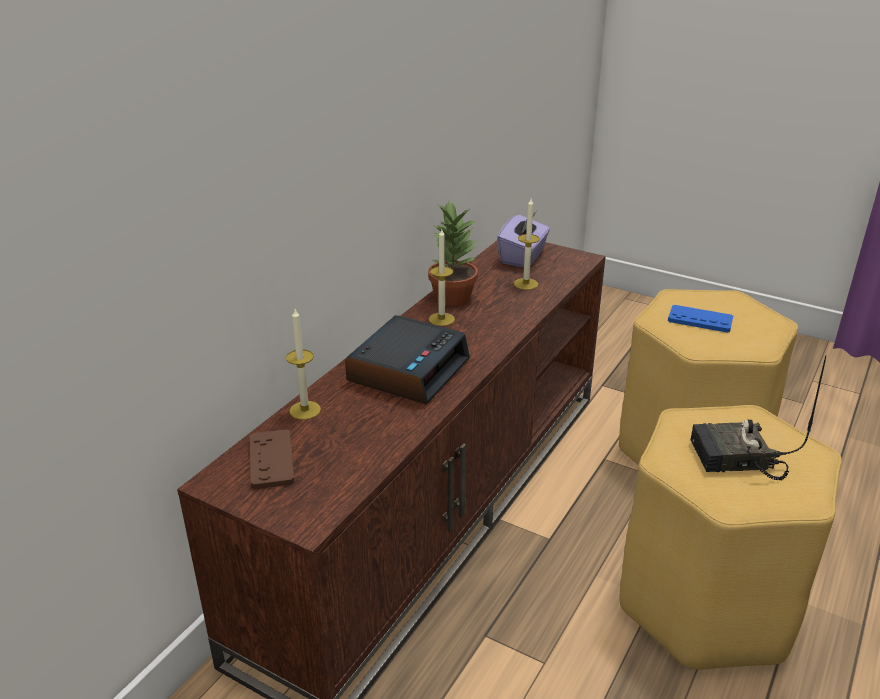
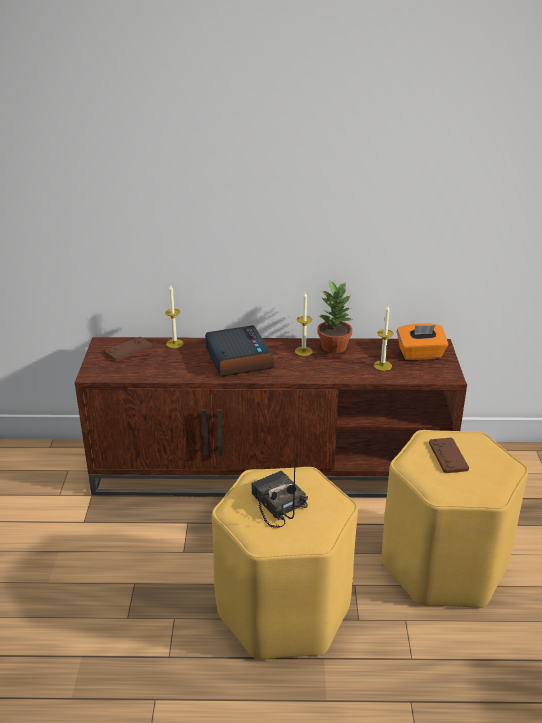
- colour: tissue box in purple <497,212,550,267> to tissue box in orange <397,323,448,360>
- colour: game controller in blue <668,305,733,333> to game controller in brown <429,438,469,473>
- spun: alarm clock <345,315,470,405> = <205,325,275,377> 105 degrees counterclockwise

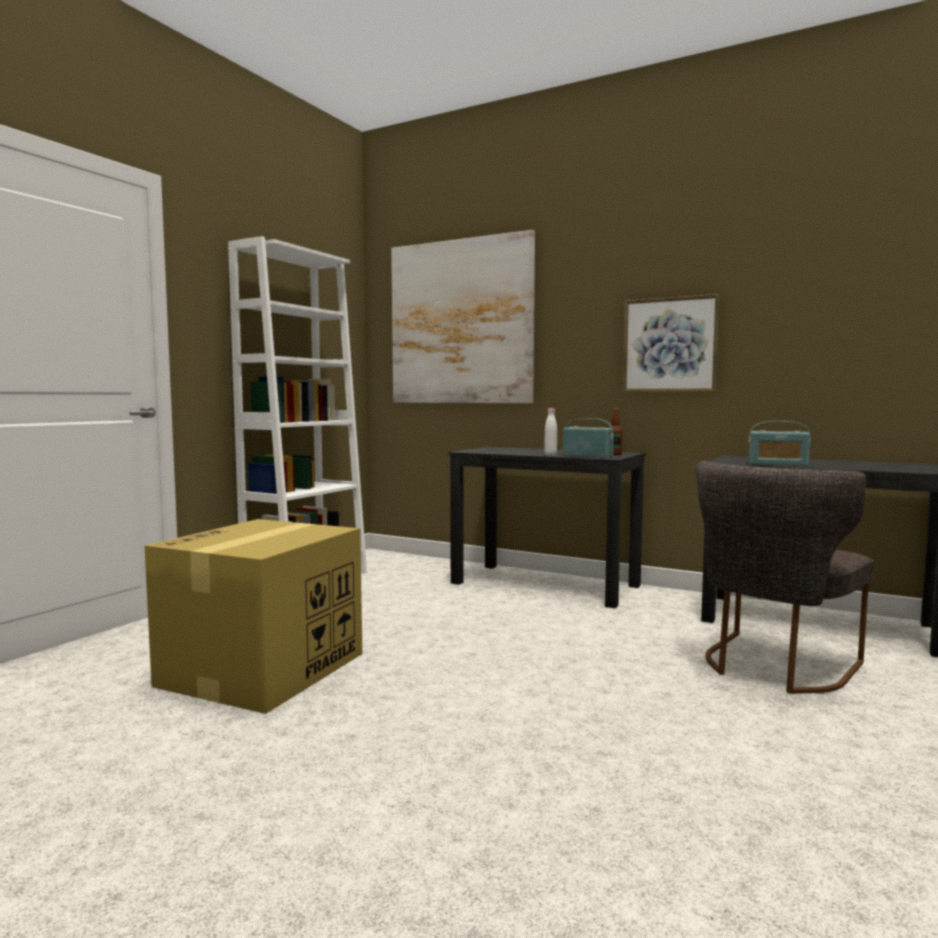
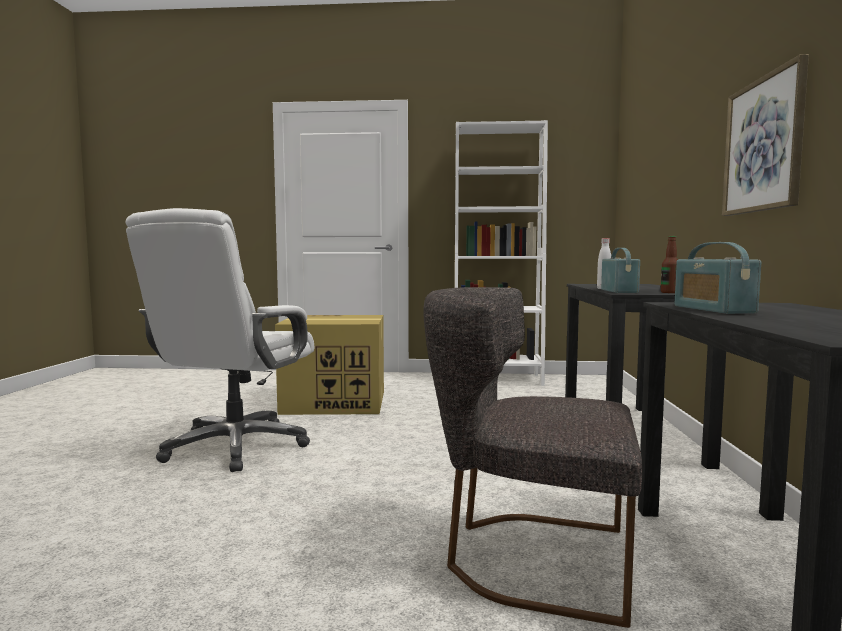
- missing: picture <391,230,535,403>
- appeared: office chair in white <126,208,314,472>

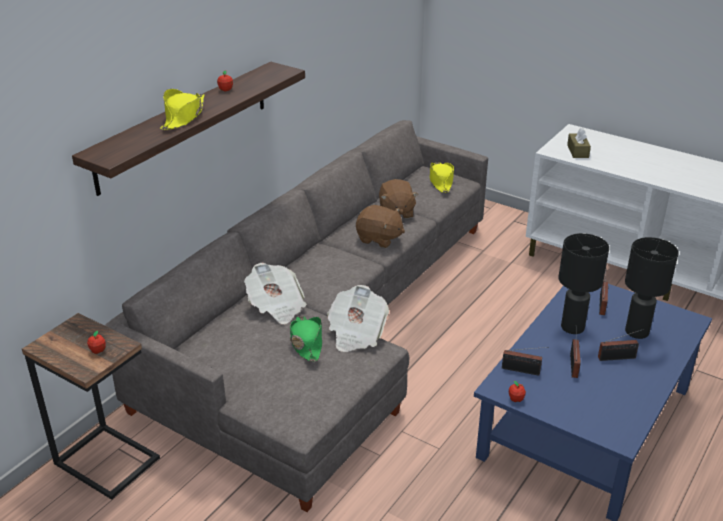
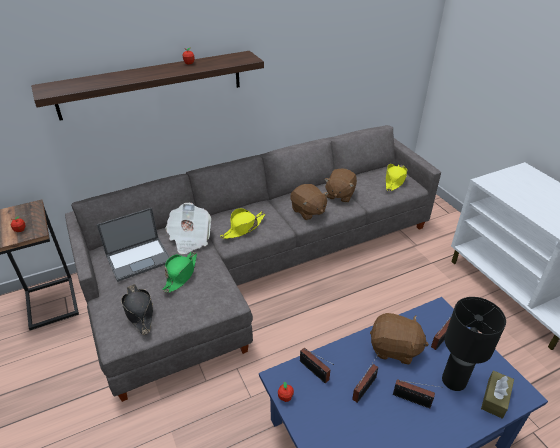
- missing: newspaper <327,285,389,352>
- appeared: laptop <96,208,170,282>
- appeared: hat in black <121,284,153,335>
- relocated: hat in yellow <160,89,205,130> to <220,208,266,239>
- relocated: tissue box in brown <567,128,591,158> to <481,371,514,419>
- exchanged: table lamp in black <559,233,609,334> to plush toy in brown <370,313,429,365>

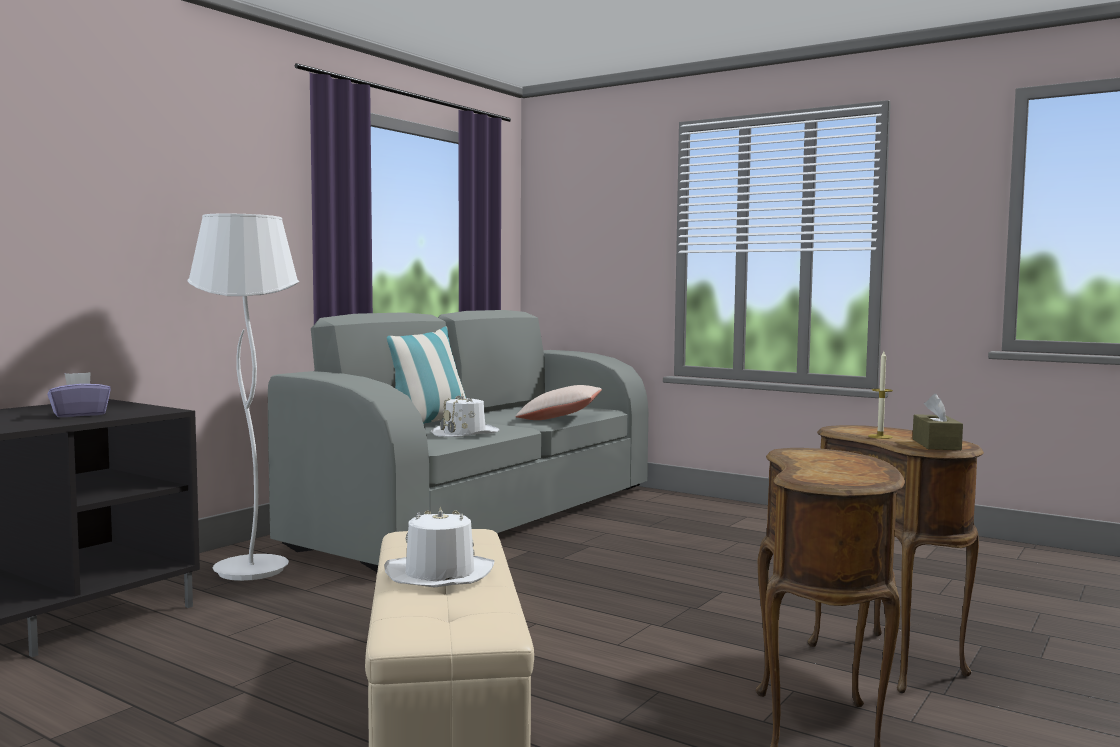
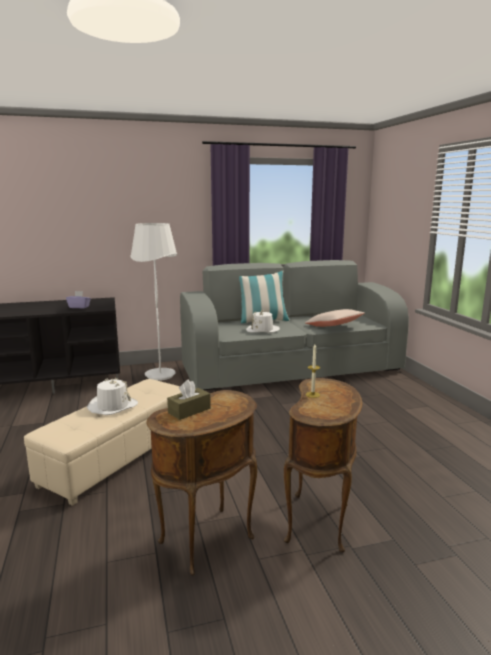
- relocated: tissue box in brown <912,394,963,450> to <167,379,211,420>

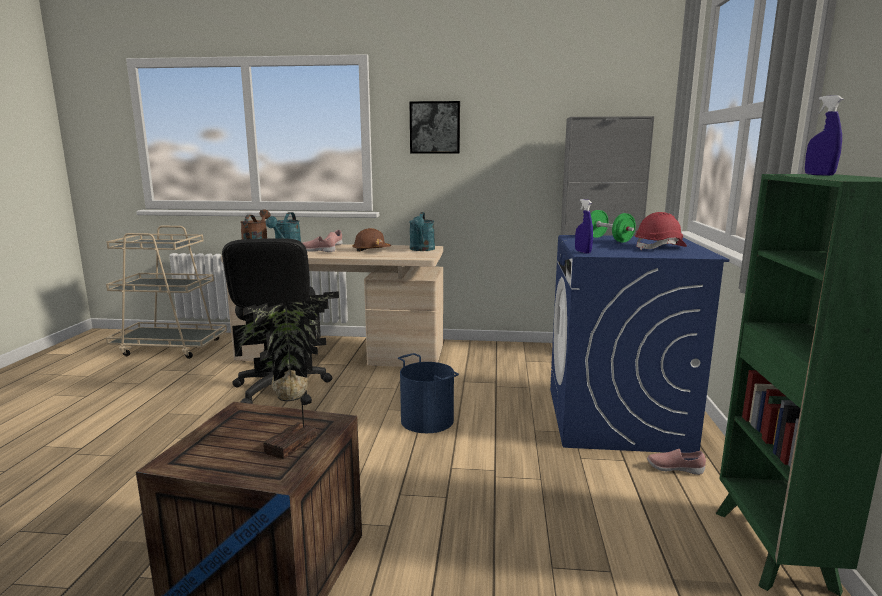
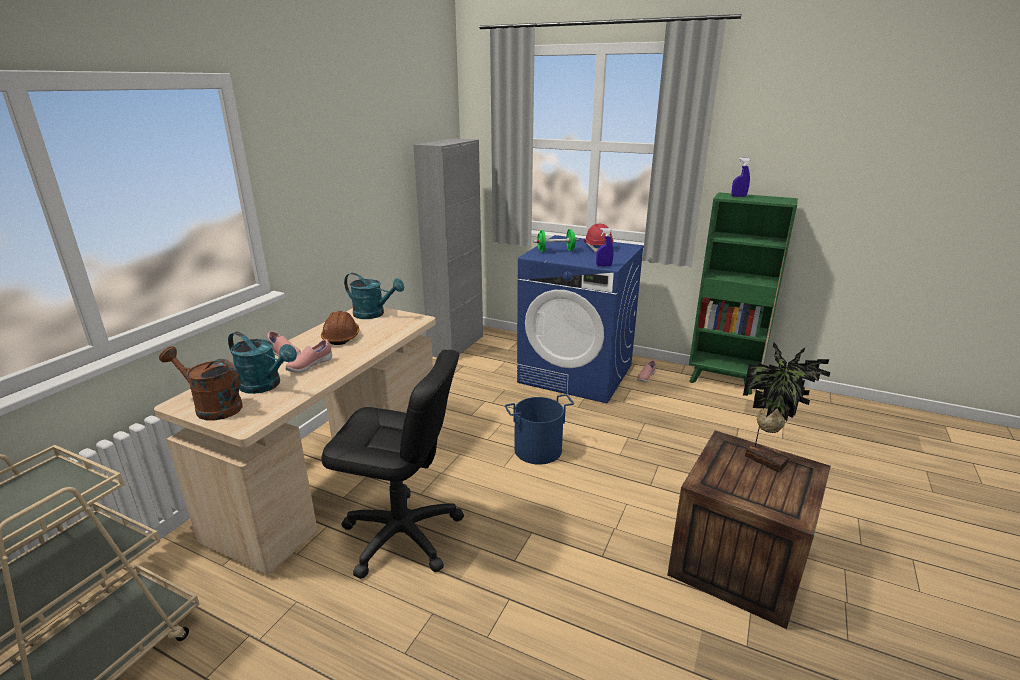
- missing: picture <410,101,460,153>

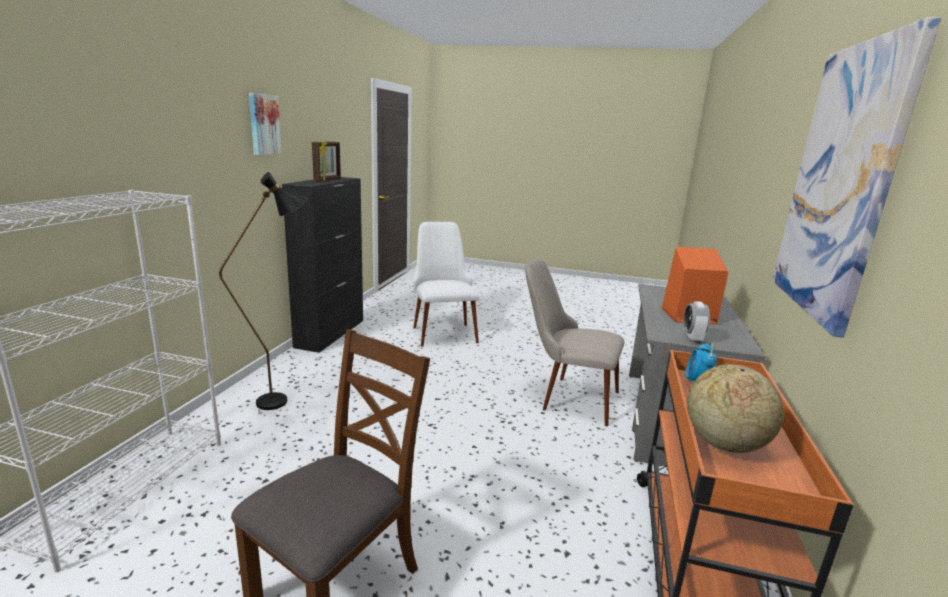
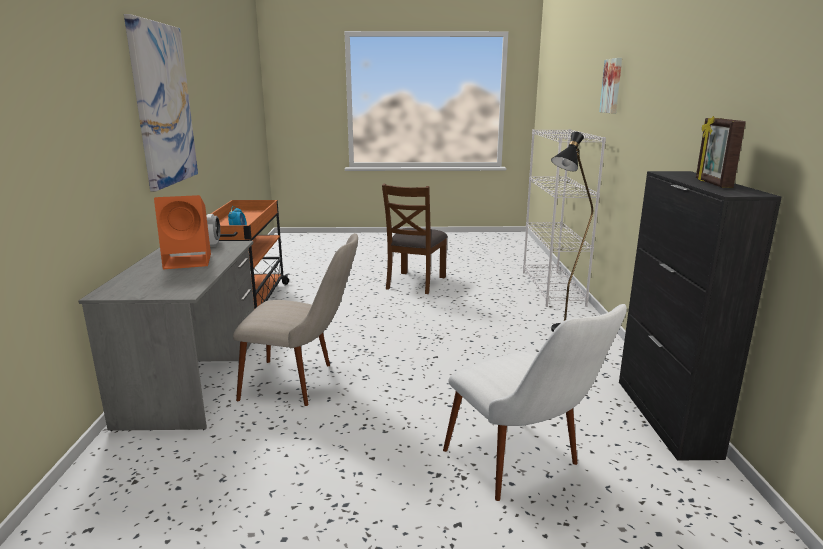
- missing: globe <687,364,784,453>
- relocated: picture <249,93,282,155> to <599,58,622,113>

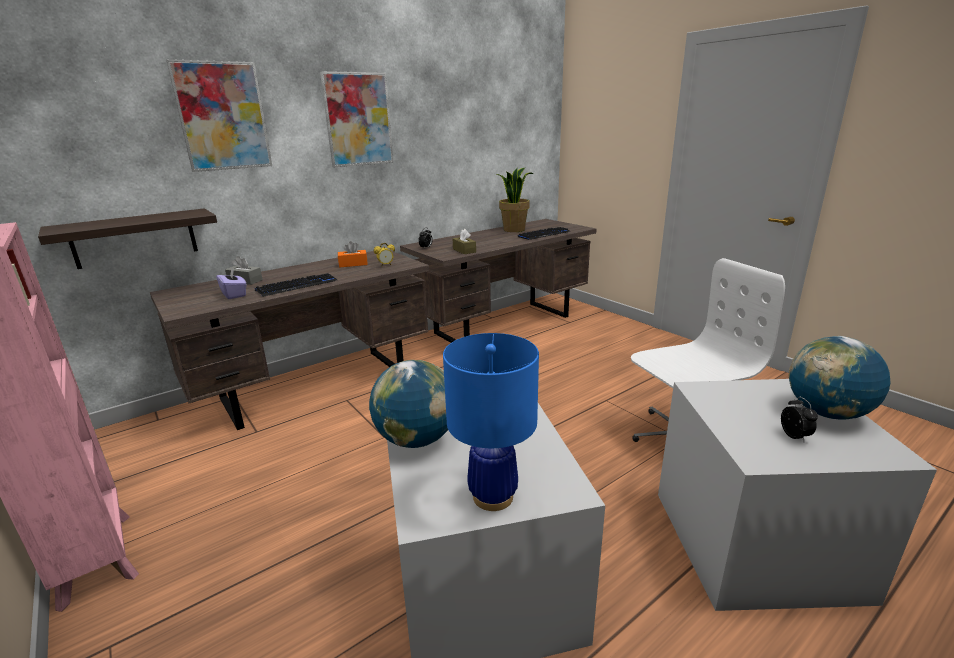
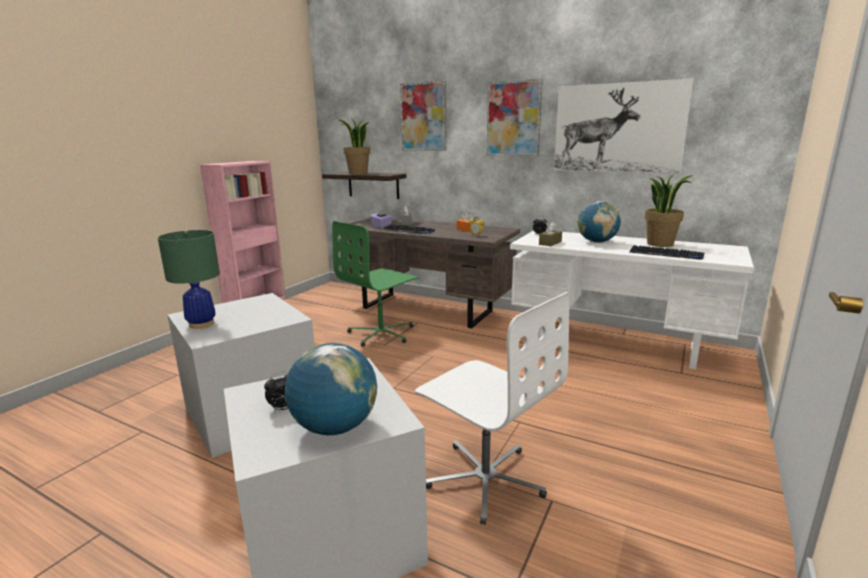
- appeared: office chair in green <332,221,419,347>
- appeared: potted plant <338,119,370,174>
- appeared: picture <554,79,694,173>
- relocated: globe <369,360,448,448> to <577,201,621,243>
- colour: desk in brown <400,219,597,343> to desk in white <510,230,754,370>
- colour: table lamp in blue <443,333,539,511> to table lamp in green <158,230,220,329>

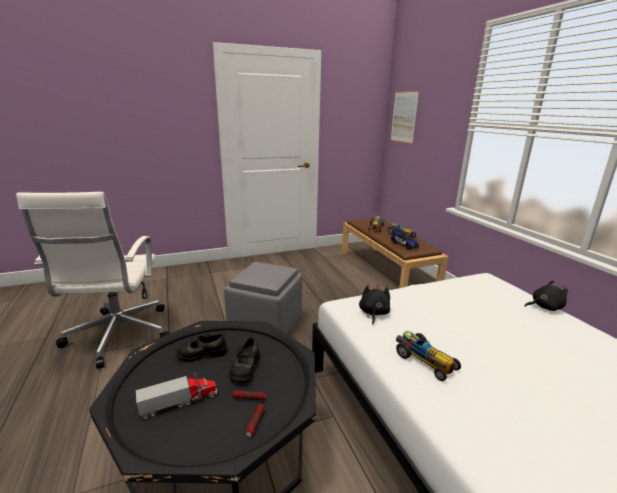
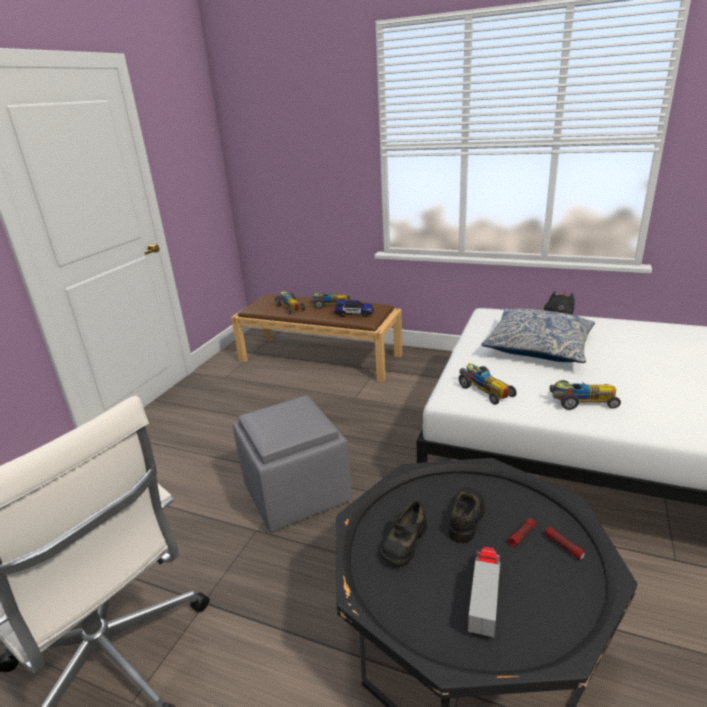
- missing: picture <391,91,419,144>
- appeared: pillow <481,309,595,363>
- exchanged: plush toy in black <359,284,390,324> to toy car <459,363,517,405>
- spun: shoe in black <229,337,259,383> = <449,487,485,544> 120 degrees counterclockwise

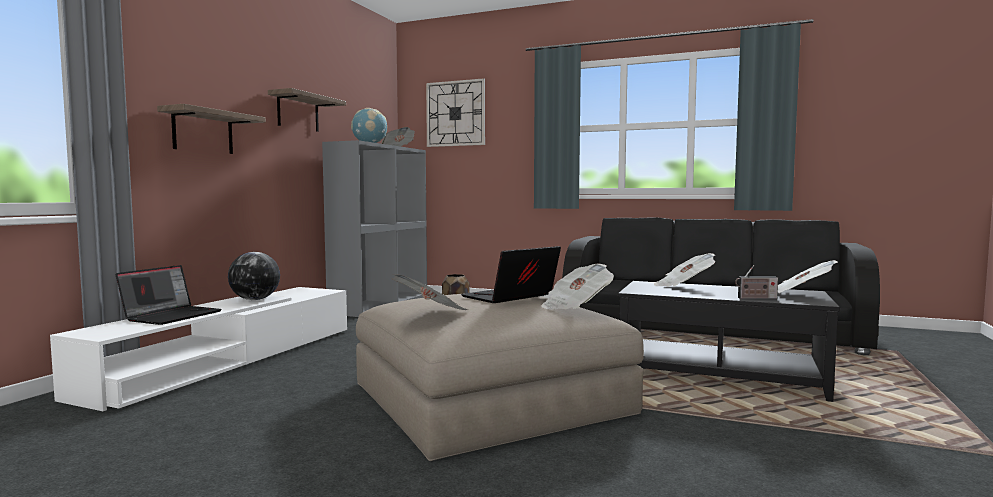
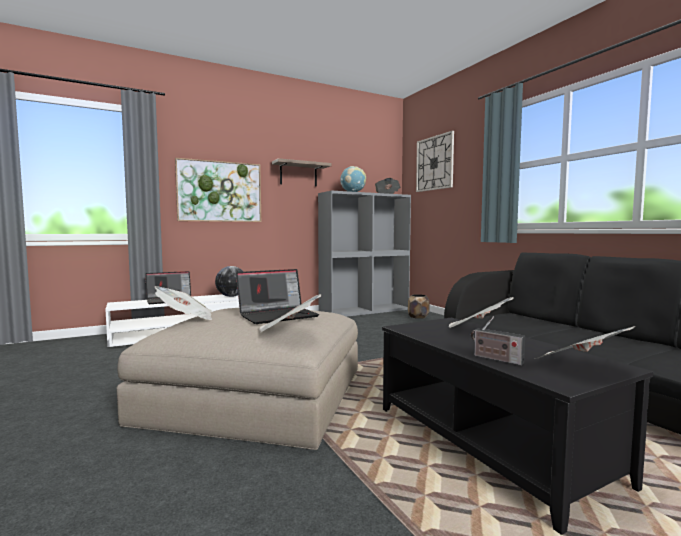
- exchanged: shelf <157,104,266,154> to picture <175,158,261,222>
- spun: laptop <461,246,561,303> = <236,269,319,324> 150 degrees clockwise

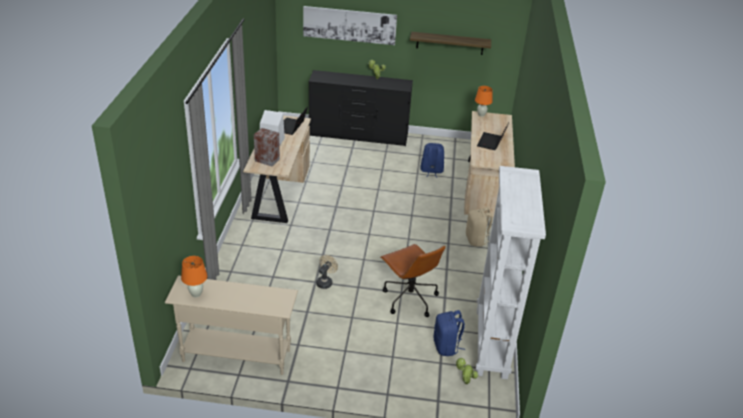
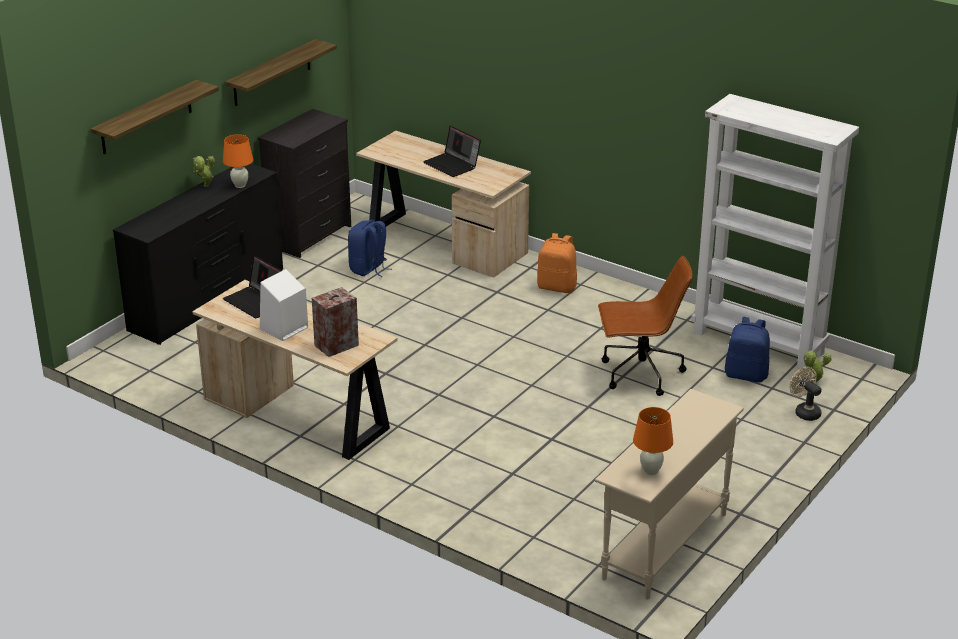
- appeared: dresser in black <257,109,351,258>
- relocated: fan in beige <316,255,338,289> to <789,367,822,421>
- relocated: table lamp in orange <475,86,492,117> to <223,134,253,188>
- exchanged: picture <303,6,397,45> to shelf <91,80,219,154>
- colour: backpack in beige <466,207,493,247> to backpack in orange <537,233,577,293>

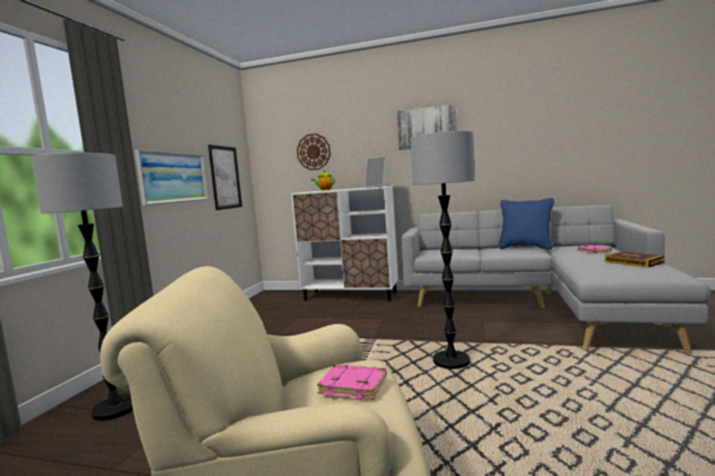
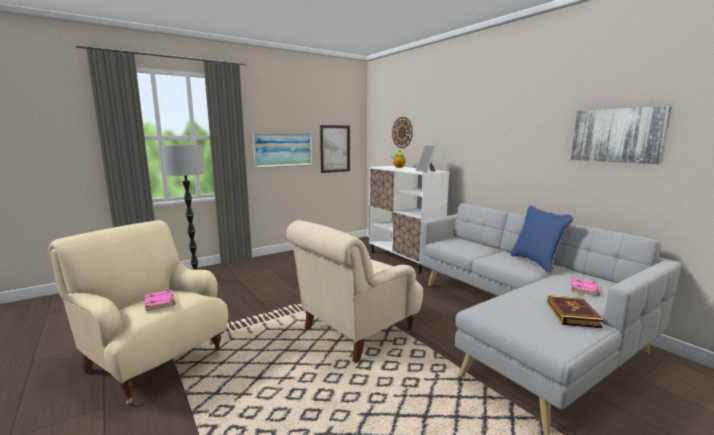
- relocated: picture <397,104,458,150> to <571,106,672,164>
- exchanged: floor lamp <410,131,475,369> to armchair in beige <287,220,423,363>

